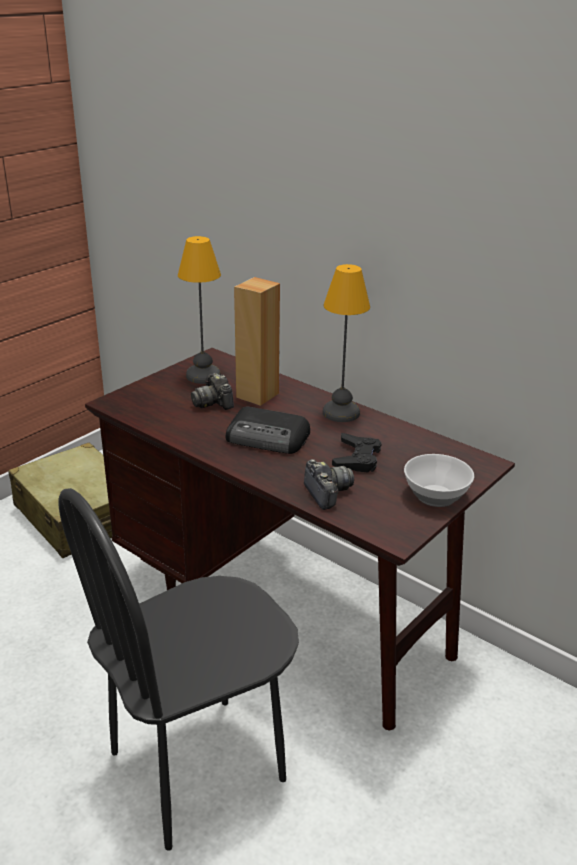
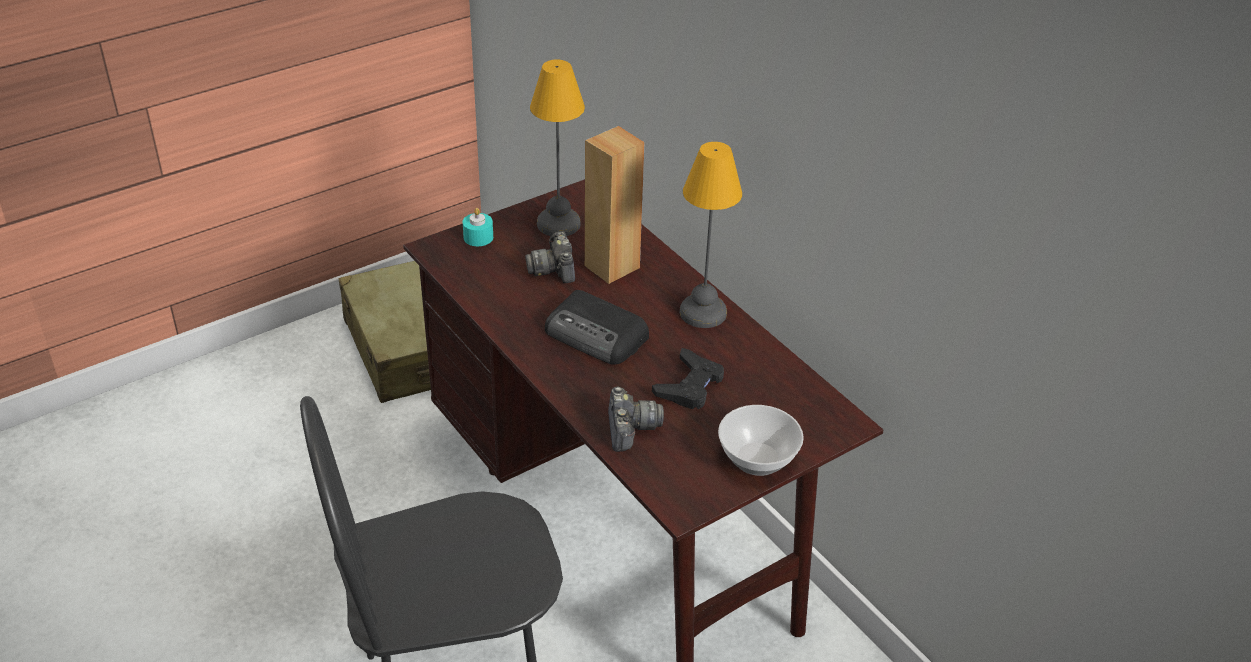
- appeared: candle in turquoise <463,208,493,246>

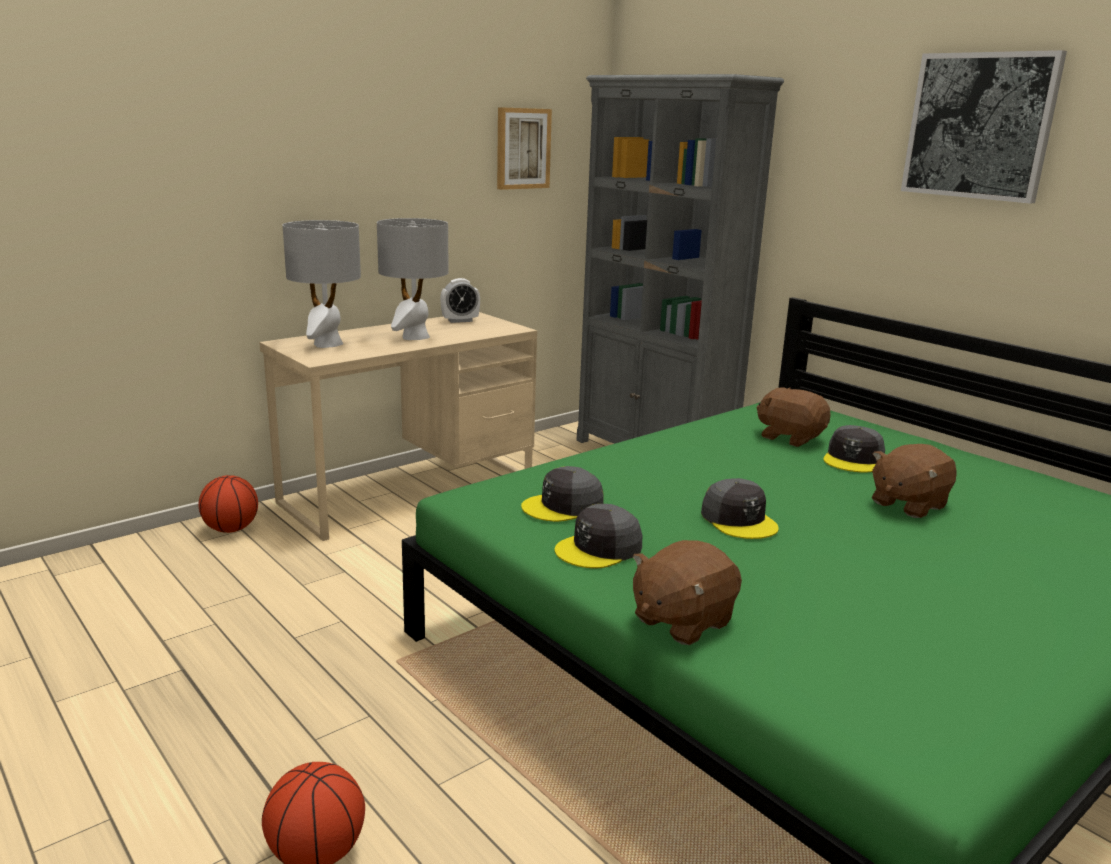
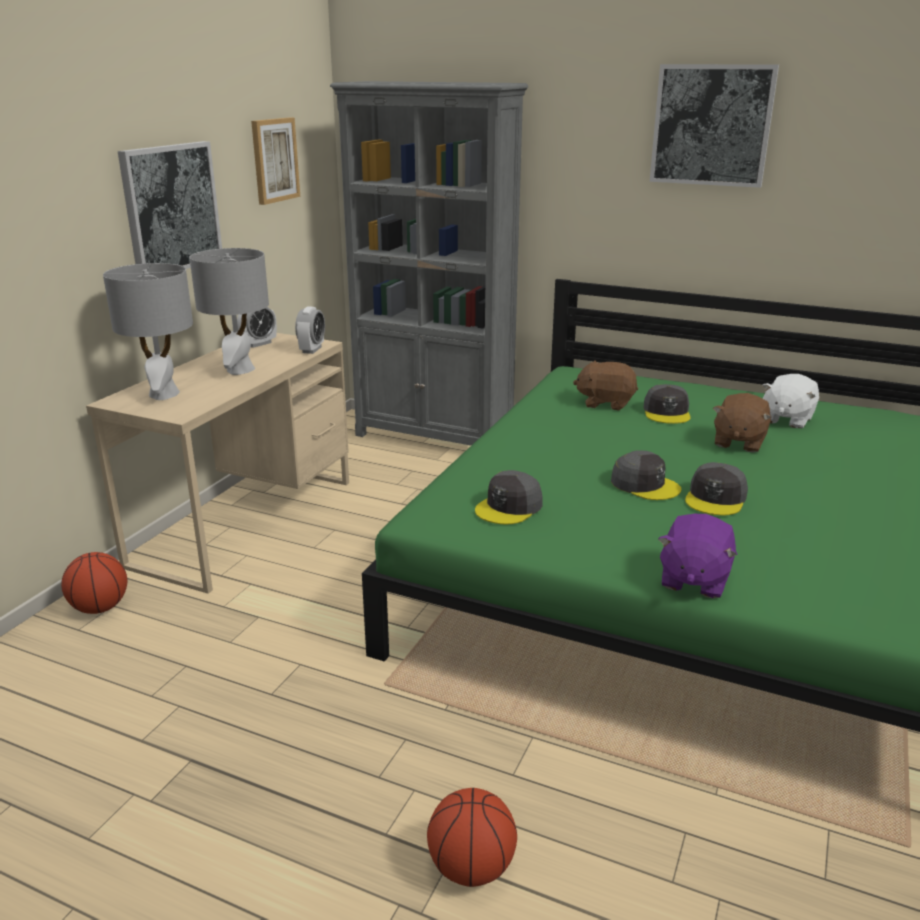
- appeared: picture <118,141,222,269>
- appeared: alarm clock <295,306,325,354>
- appeared: plush toy in white <762,374,819,428>
- relocated: cap in grey <554,504,642,568> to <685,462,748,516>
- colour: plush toy in brown <633,540,742,645> to plush toy in purple <658,514,738,598>

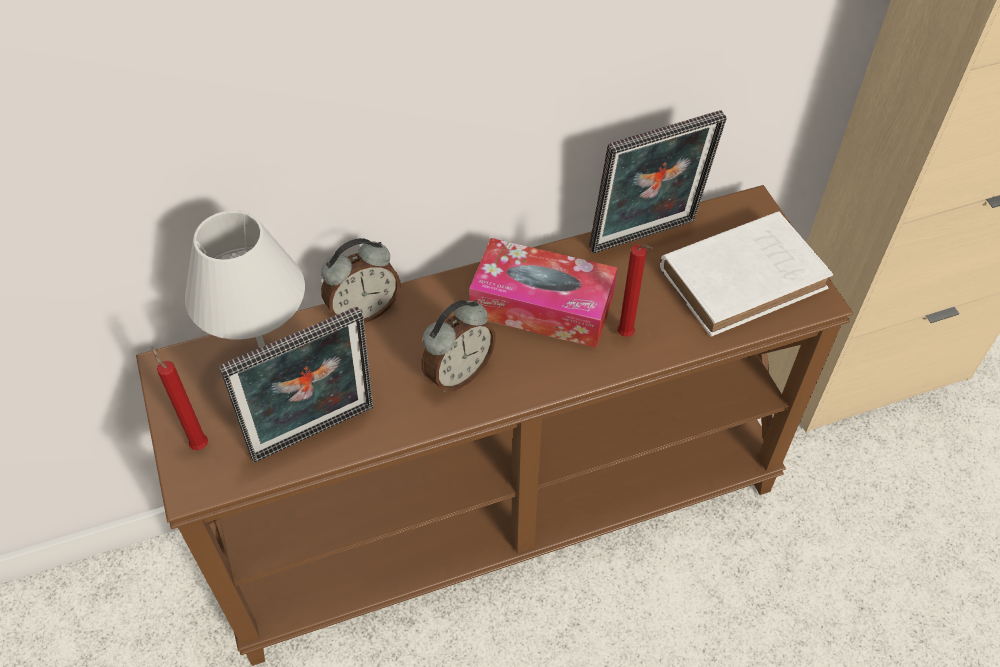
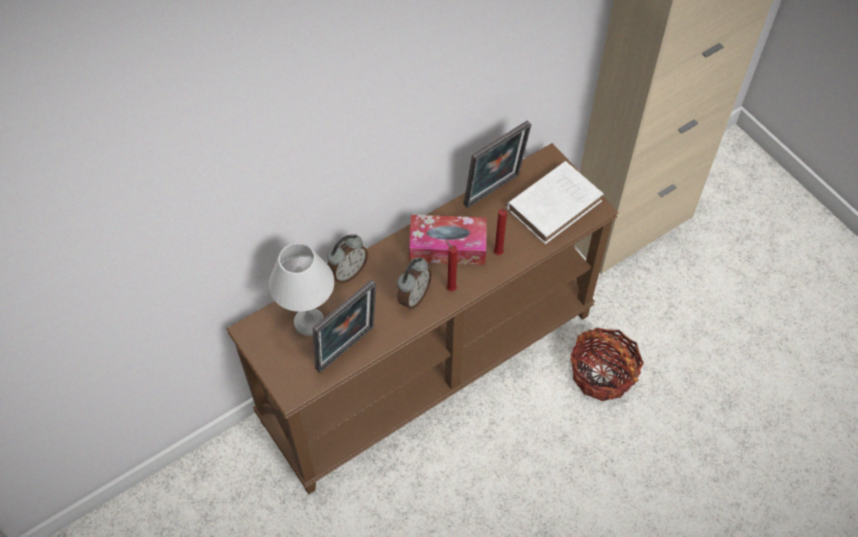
- appeared: basket <570,328,644,401>
- relocated: candle in red <151,347,208,450> to <445,240,457,291>

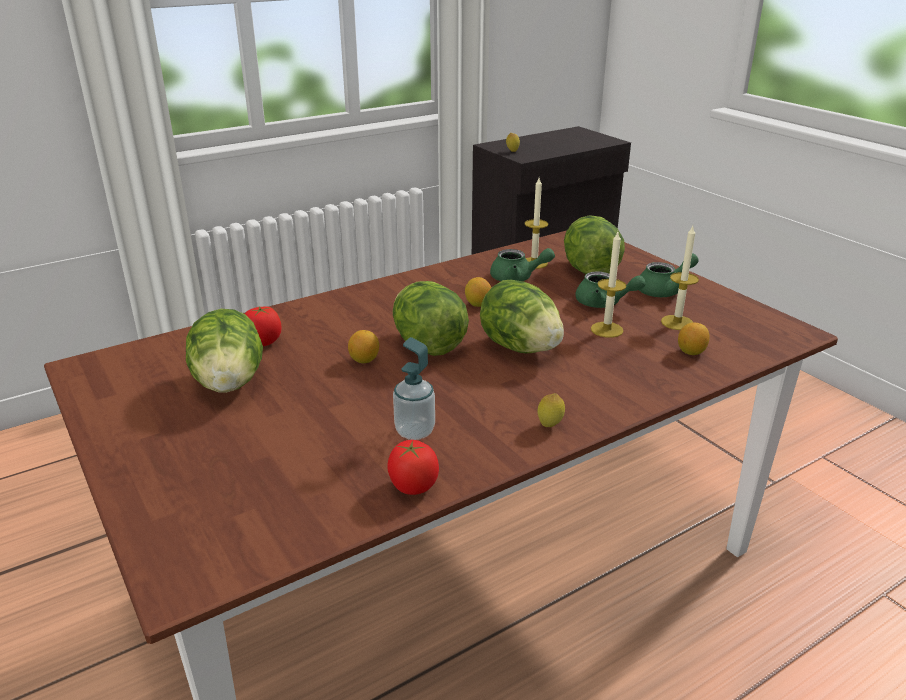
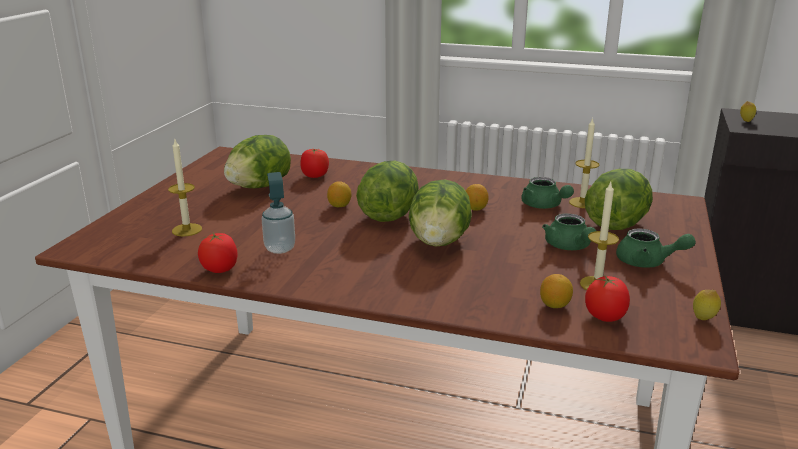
- appeared: tomato <585,275,630,322>
- relocated: lemon <537,393,565,427> to <693,290,721,320>
- relocated: candle <591,232,626,338> to <168,140,202,237>

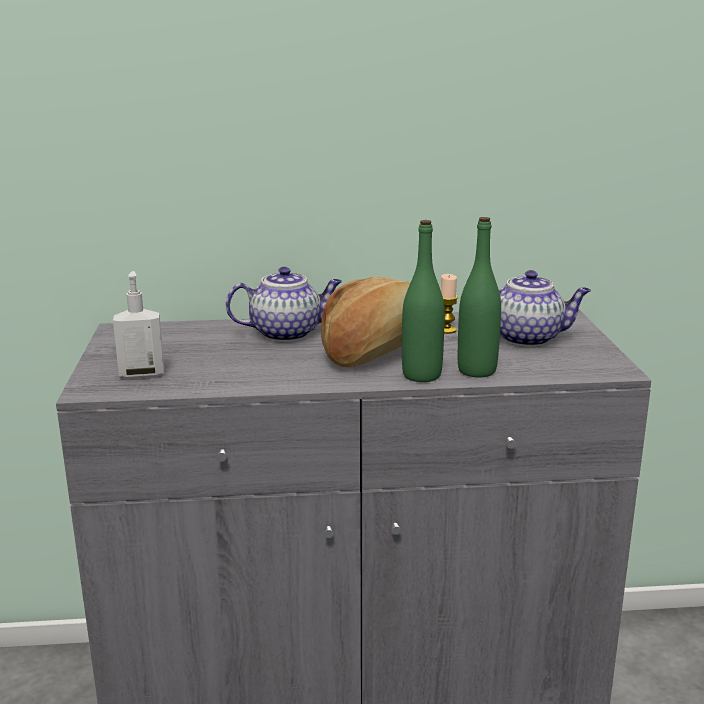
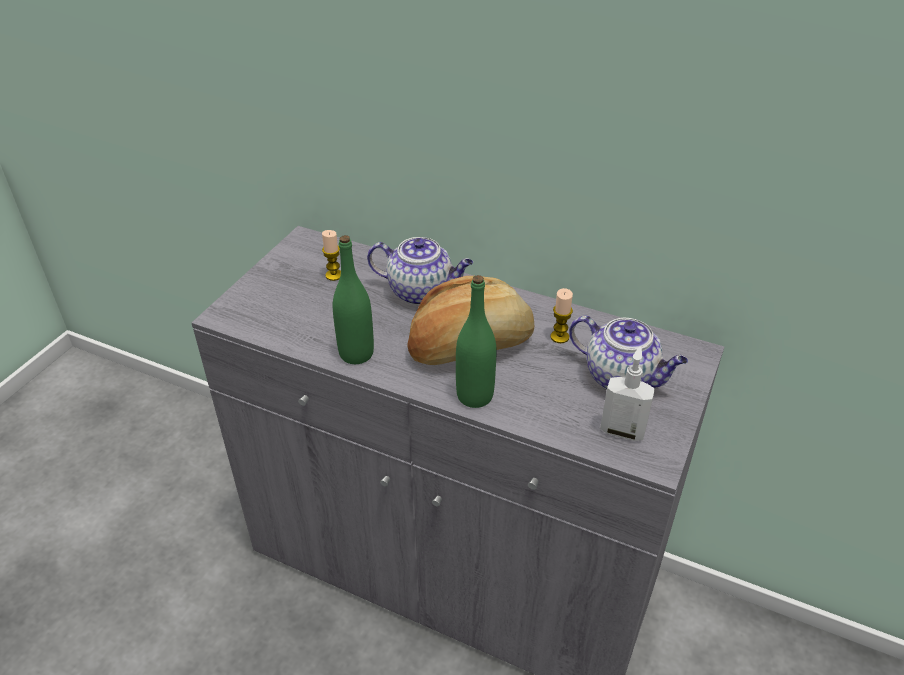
- appeared: candle <322,230,341,281>
- relocated: soap dispenser <113,271,164,379> to <600,346,655,441>
- relocated: bottle in green <458,217,501,378> to <333,235,374,364>

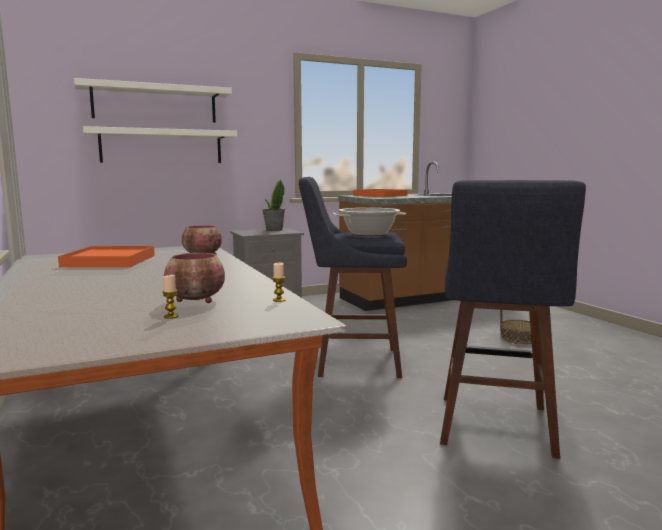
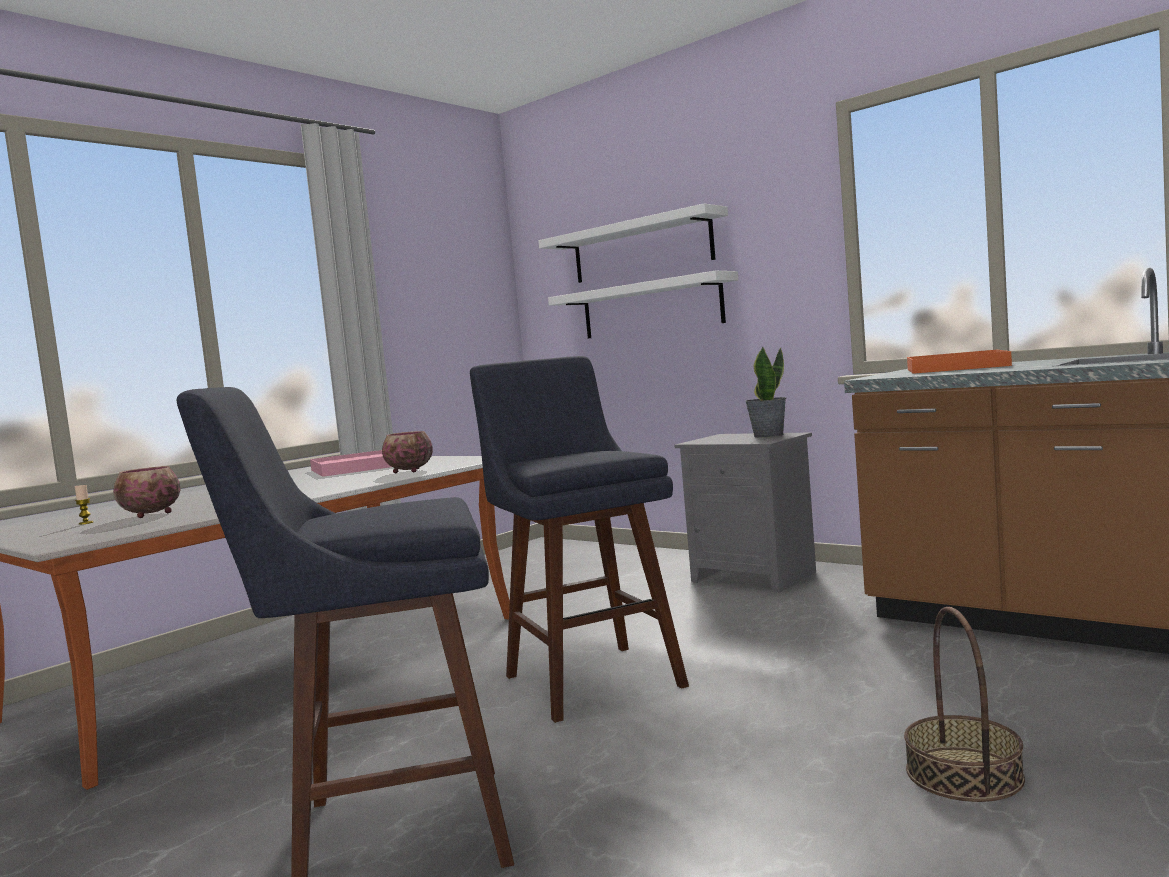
- missing: candle <272,262,286,302>
- missing: cooking pot <333,208,406,236>
- colour: tray in orange <58,246,155,267> to tray in pink <310,450,391,477>

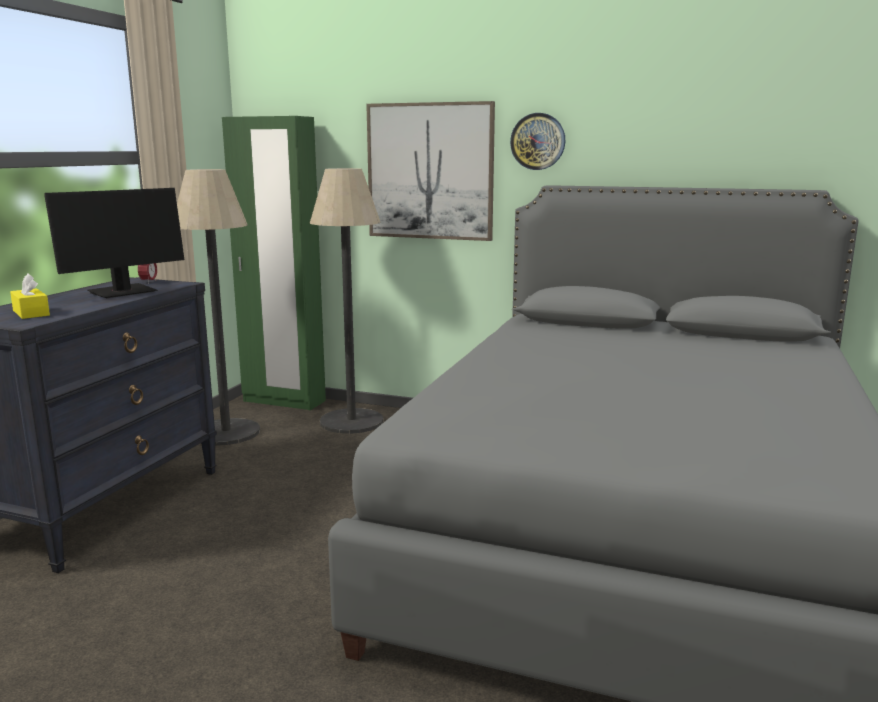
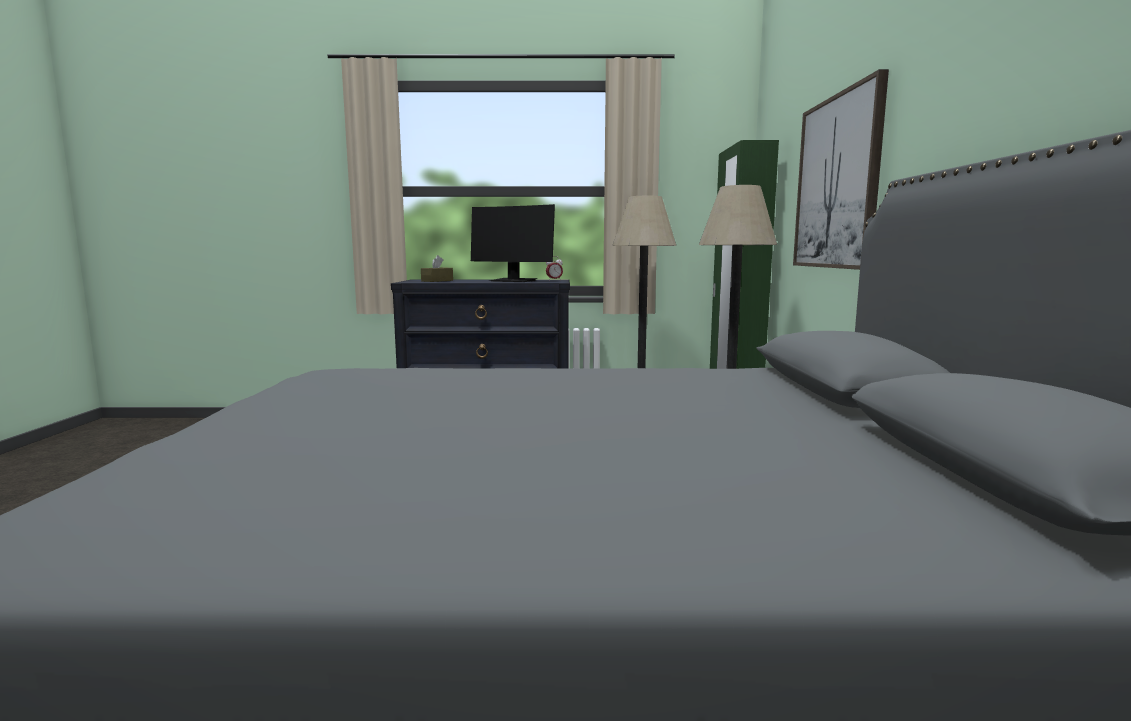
- missing: wall clock <510,113,565,170>
- colour: tissue box in yellow <10,273,50,319> to tissue box in brown <421,255,453,282>

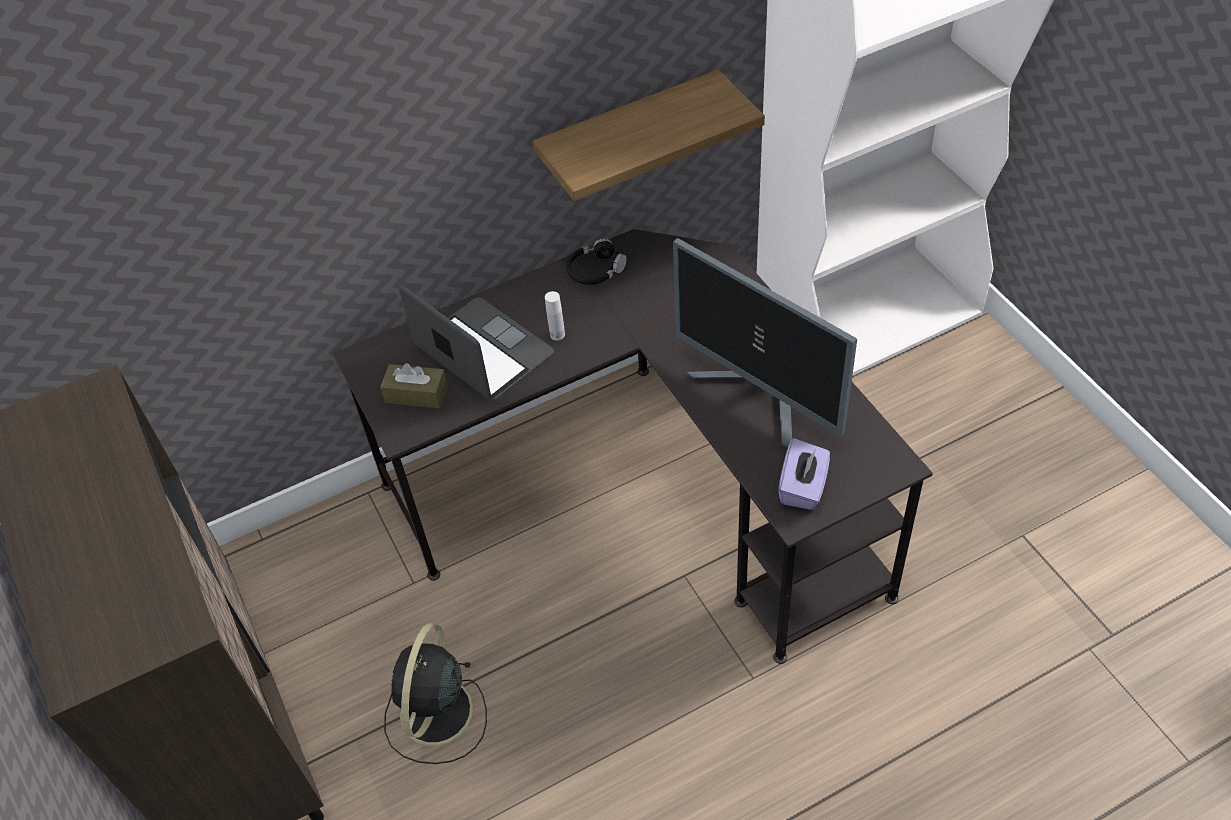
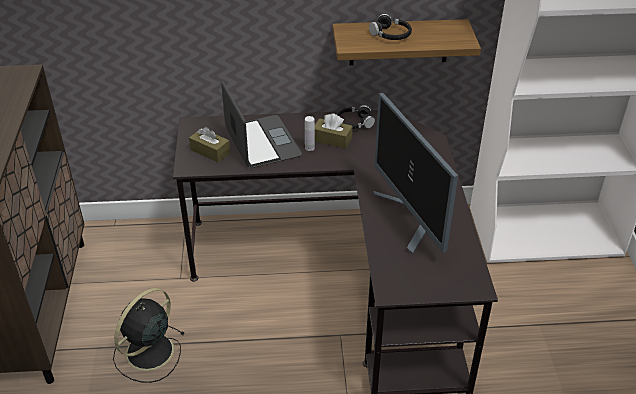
- missing: tissue box in purple <778,438,830,510>
- appeared: tissue box in brown <315,114,353,149>
- appeared: headphones in black <369,14,412,40>

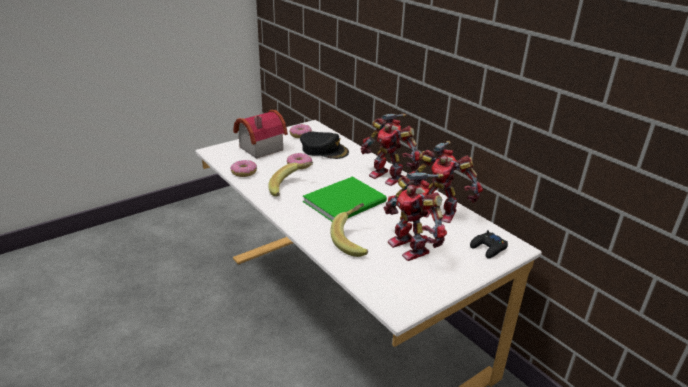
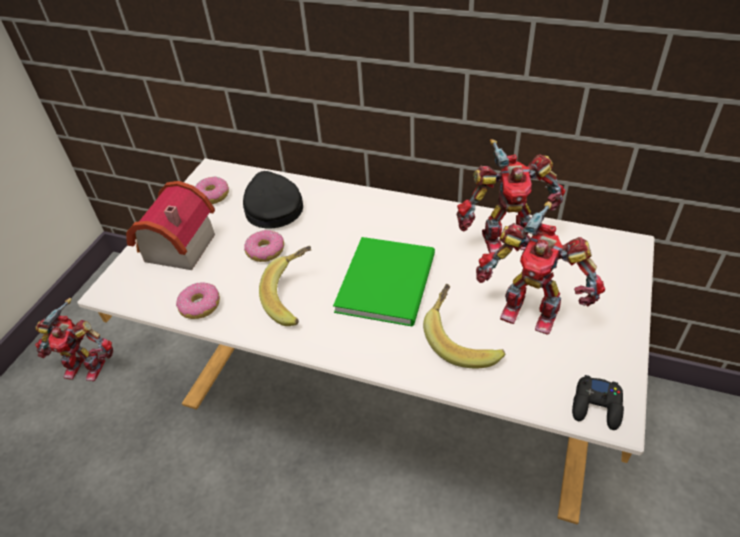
- relocated: toy robot <361,114,420,186> to <35,298,113,381>
- relocated: game controller in black <470,230,508,259> to <572,375,624,430>
- spun: cap in black <300,132,349,159> = <243,171,303,228> 105 degrees counterclockwise

